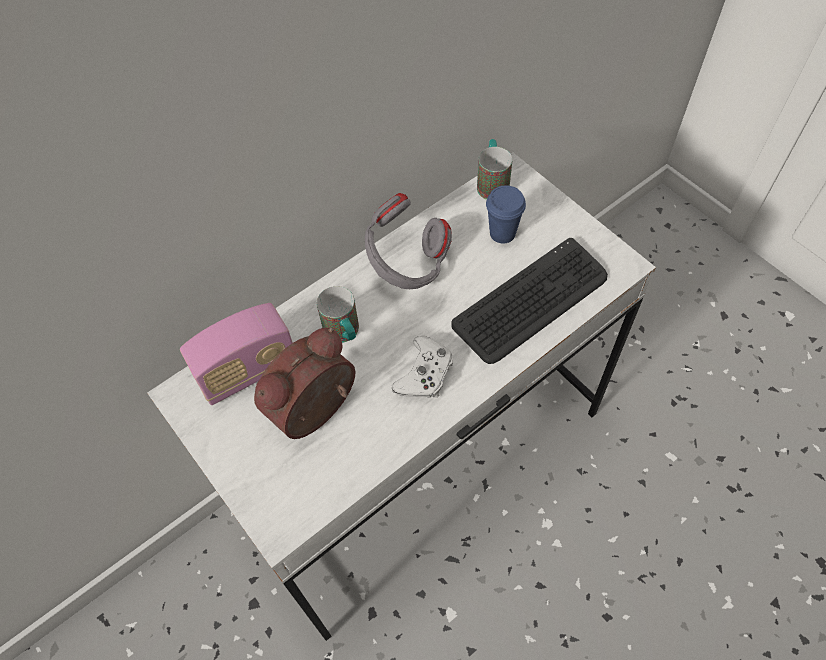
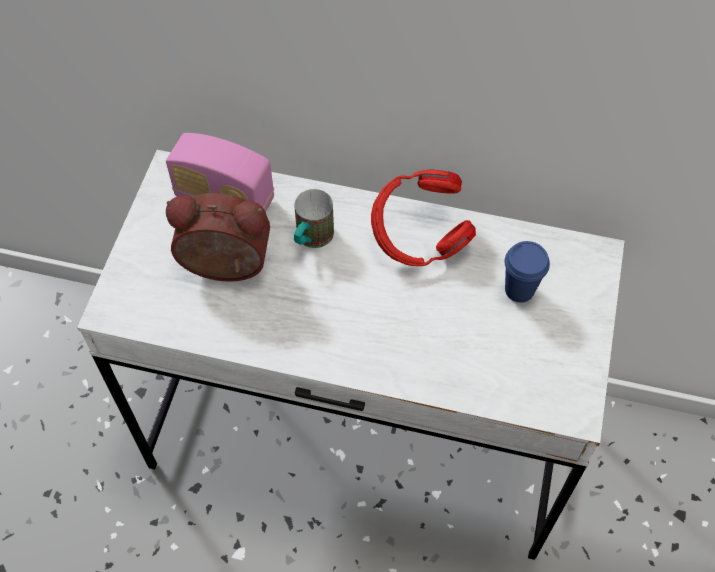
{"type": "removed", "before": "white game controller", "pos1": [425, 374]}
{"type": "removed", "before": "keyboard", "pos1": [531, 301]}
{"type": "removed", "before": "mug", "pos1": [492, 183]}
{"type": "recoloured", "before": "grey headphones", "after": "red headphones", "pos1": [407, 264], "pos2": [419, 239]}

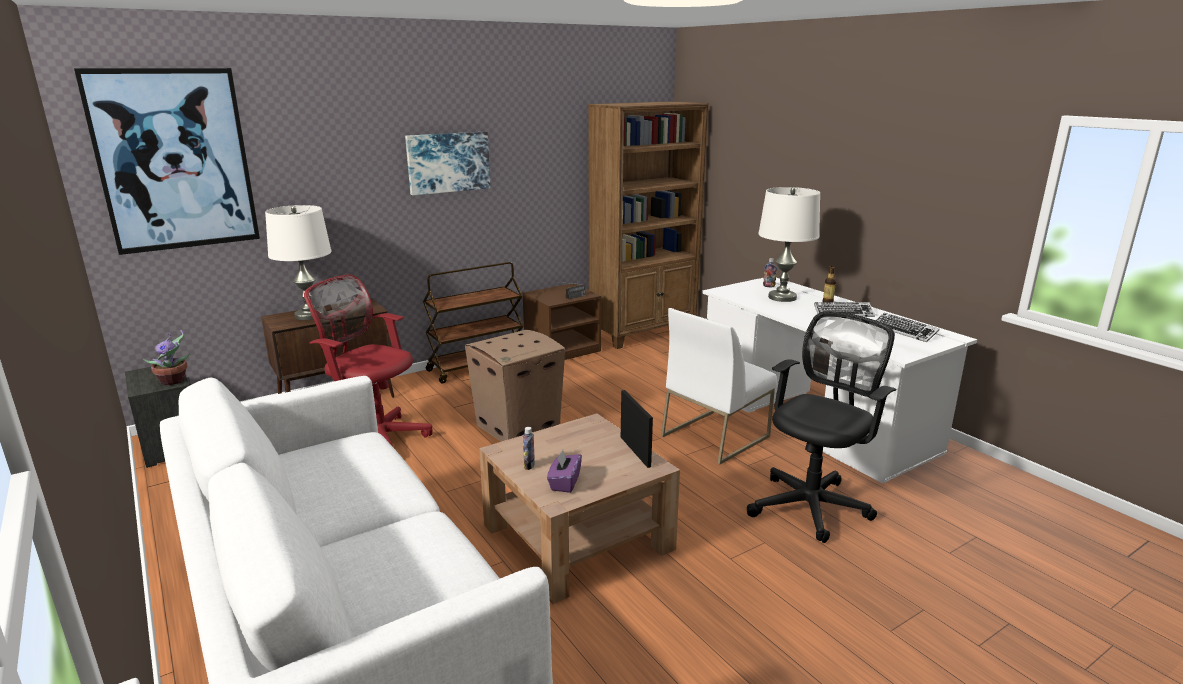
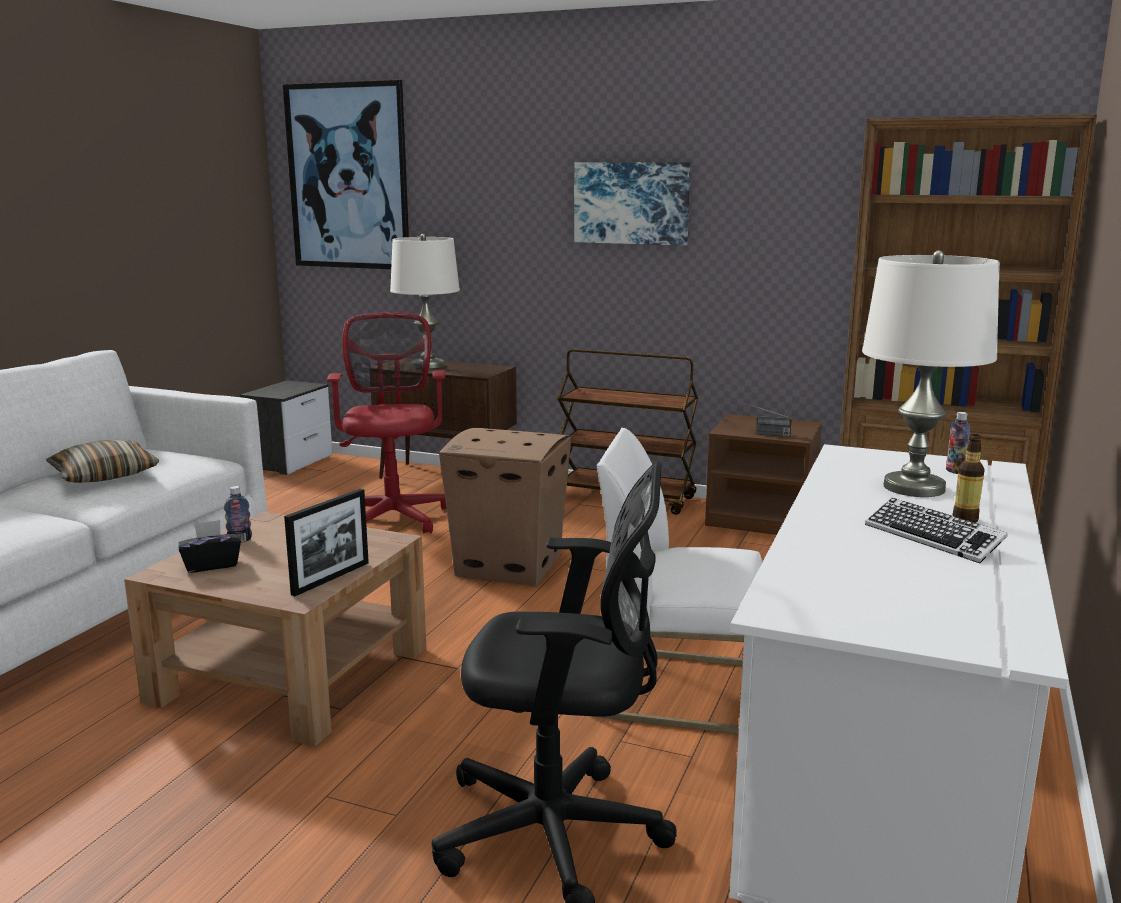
{"type": "removed", "before": "potted plant", "pos1": [174, 381]}
{"type": "removed", "before": "keyboard", "pos1": [904, 331]}
{"type": "added", "after": "pillow", "pos2": [104, 475]}
{"type": "recoloured", "before": "purple tissue box", "after": "black tissue box", "pos1": [564, 483], "pos2": [211, 565]}

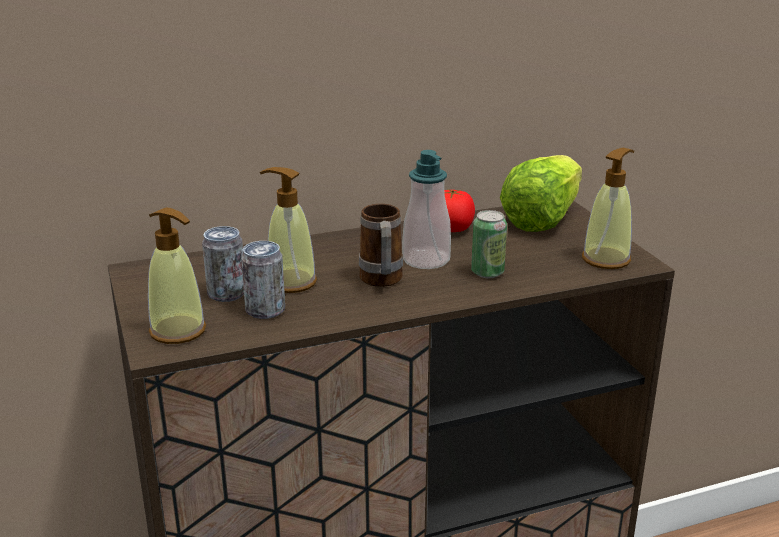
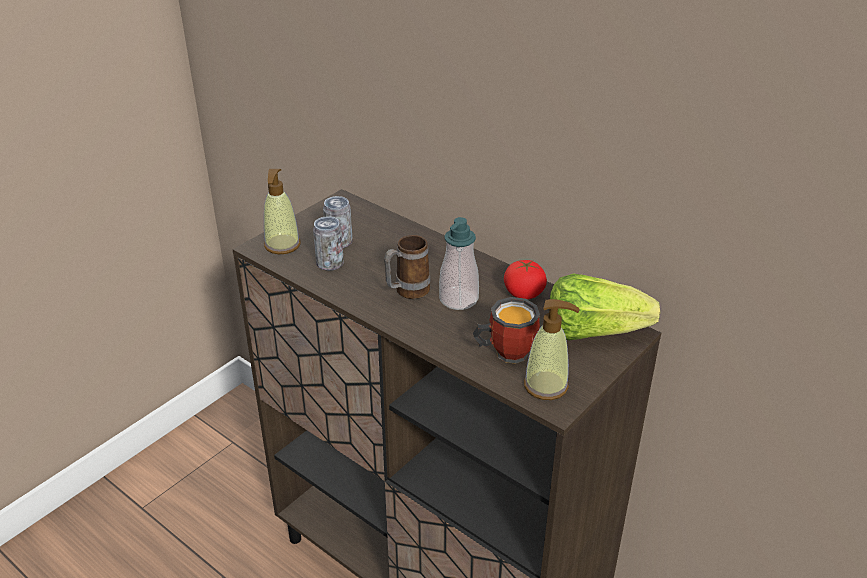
{"type": "removed", "before": "soap dispenser", "pos1": [291, 282]}
{"type": "removed", "before": "can", "pos1": [487, 272]}
{"type": "added", "after": "mug", "pos2": [505, 351]}

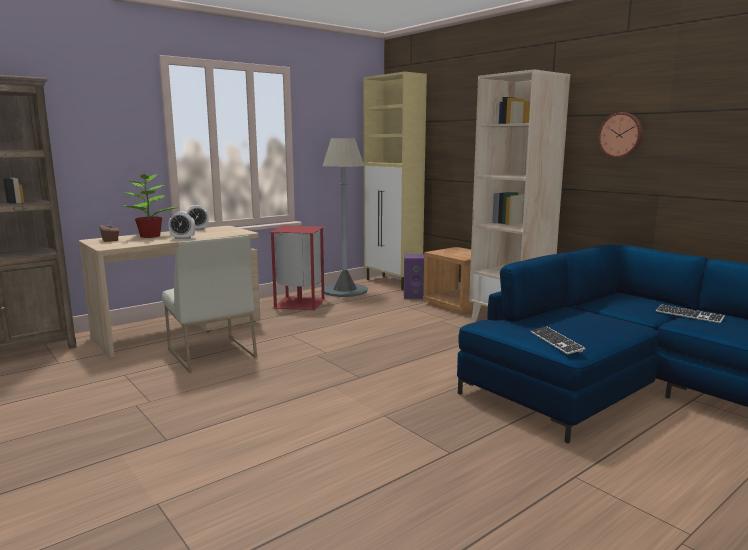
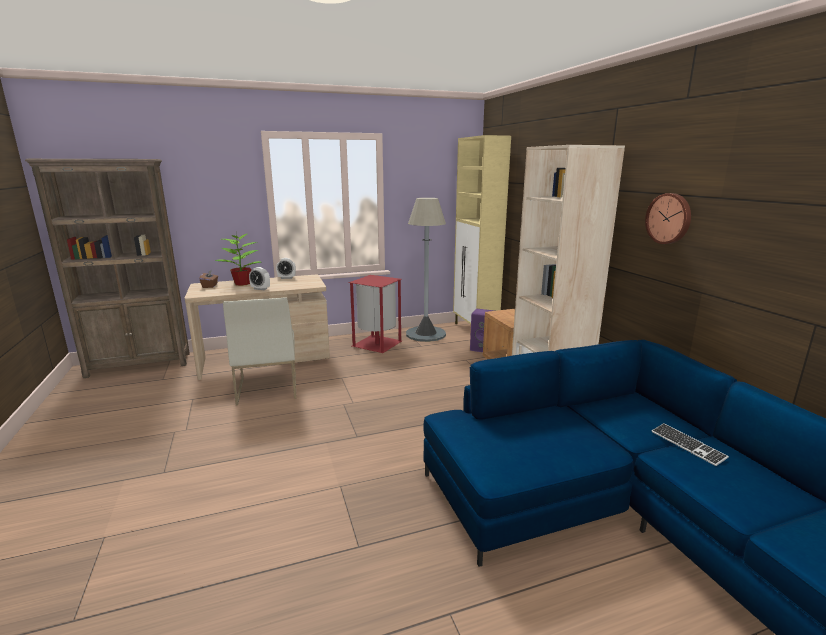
{"type": "removed", "before": "keyboard", "pos1": [556, 342]}

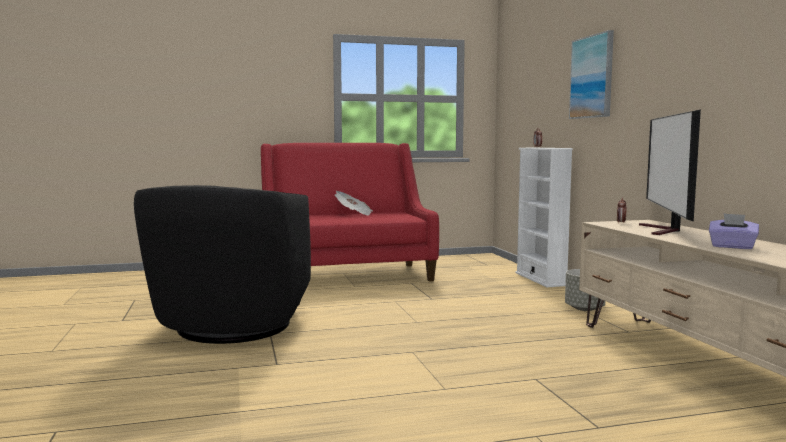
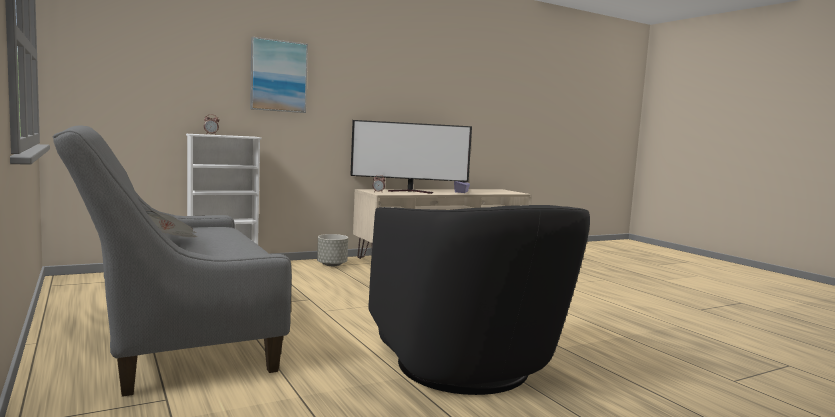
{"type": "recoloured", "before": "red sofa", "after": "grey sofa", "pos1": [347, 275], "pos2": [168, 338]}
{"type": "turned", "before": "black armchair", "pos1": [232, 327], "pos2": [464, 368], "turn": 75}

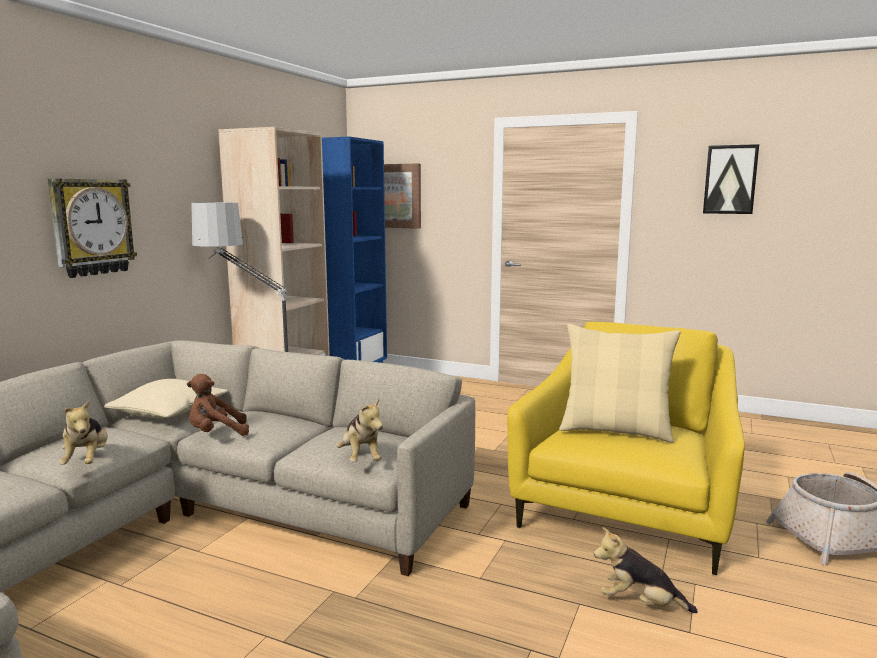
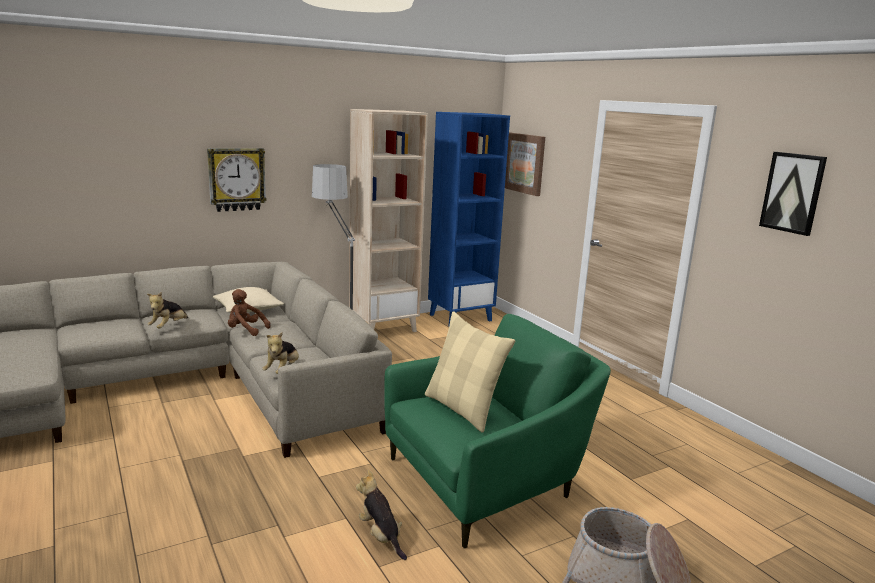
{"type": "recoloured", "before": "yellow armchair", "after": "green armchair", "pos1": [627, 510], "pos2": [487, 482]}

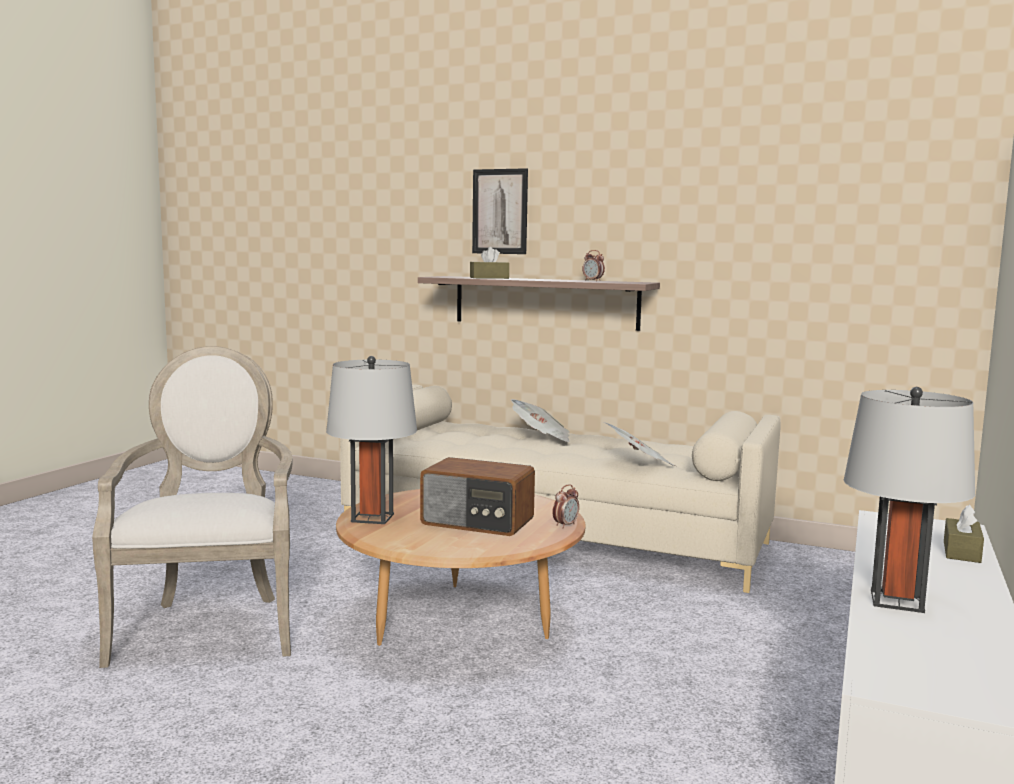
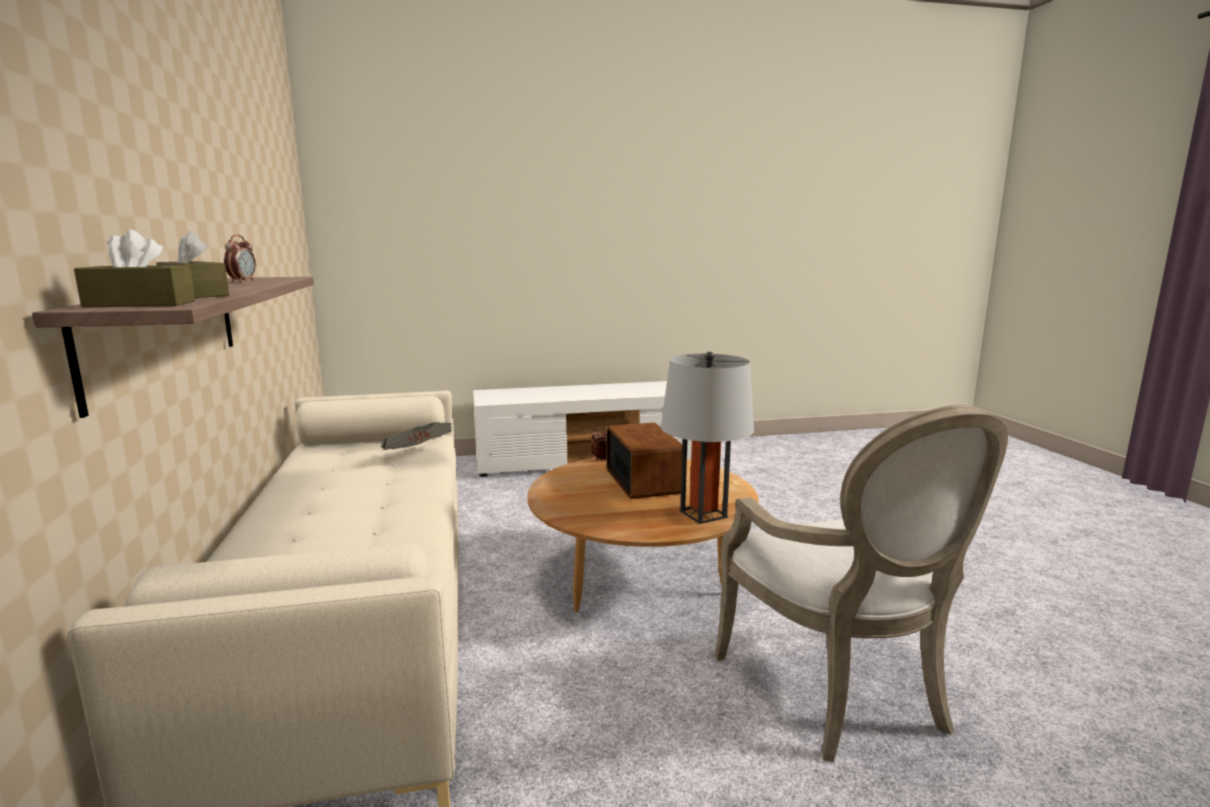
{"type": "removed", "before": "picture", "pos1": [500, 211]}
{"type": "removed", "before": "newspaper", "pos1": [541, 437]}
{"type": "removed", "before": "grey table lamp", "pos1": [896, 601]}
{"type": "moved", "before": "brown tissue box", "pos1": [961, 551], "pos2": [140, 304]}
{"type": "turned", "before": "armchair", "pos1": [210, 626], "pos2": [842, 694], "turn": -60}

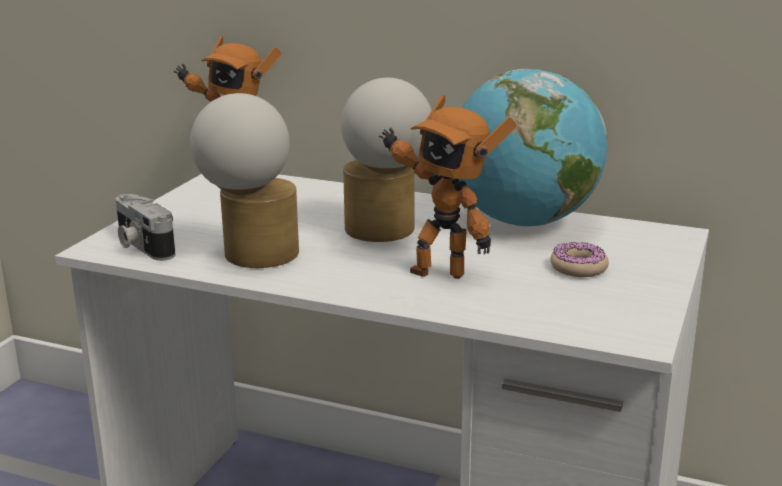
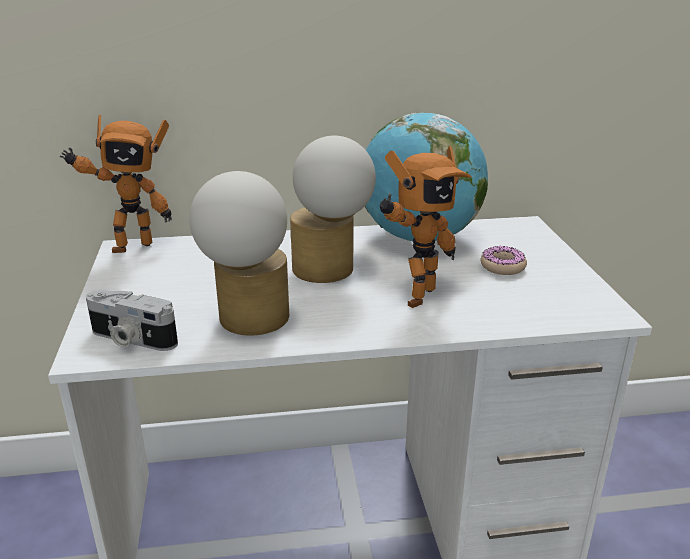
{"type": "turned", "before": "toy robot", "pos1": [439, 271], "pos2": [415, 296], "turn": -45}

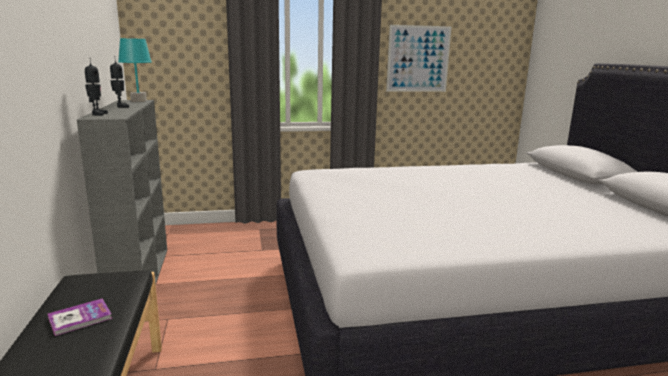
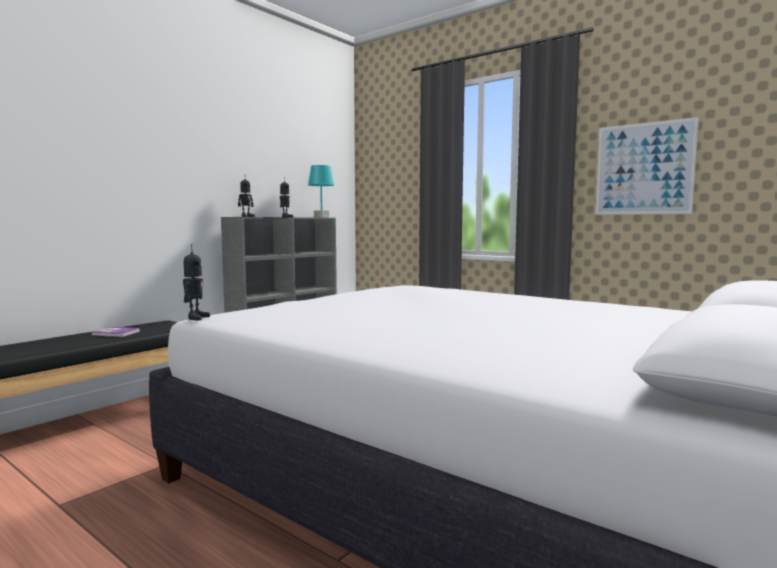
{"type": "added", "after": "toy robot", "pos2": [195, 318]}

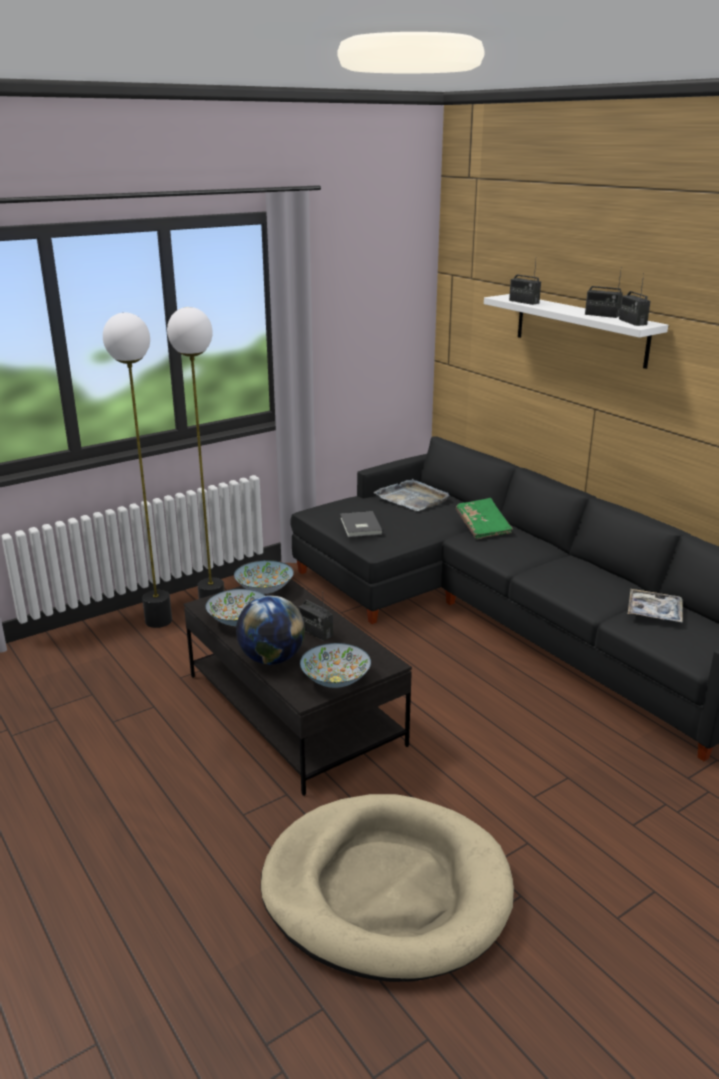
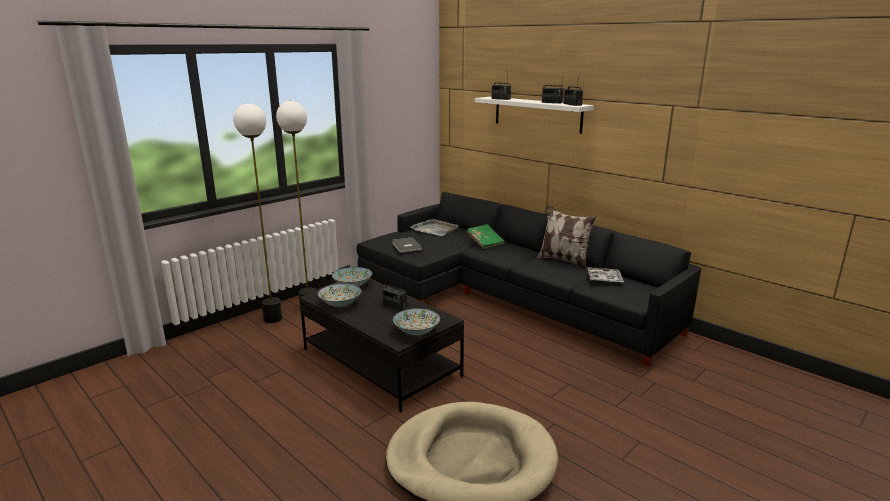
{"type": "removed", "before": "globe", "pos1": [271, 658]}
{"type": "added", "after": "pillow", "pos2": [563, 260]}

